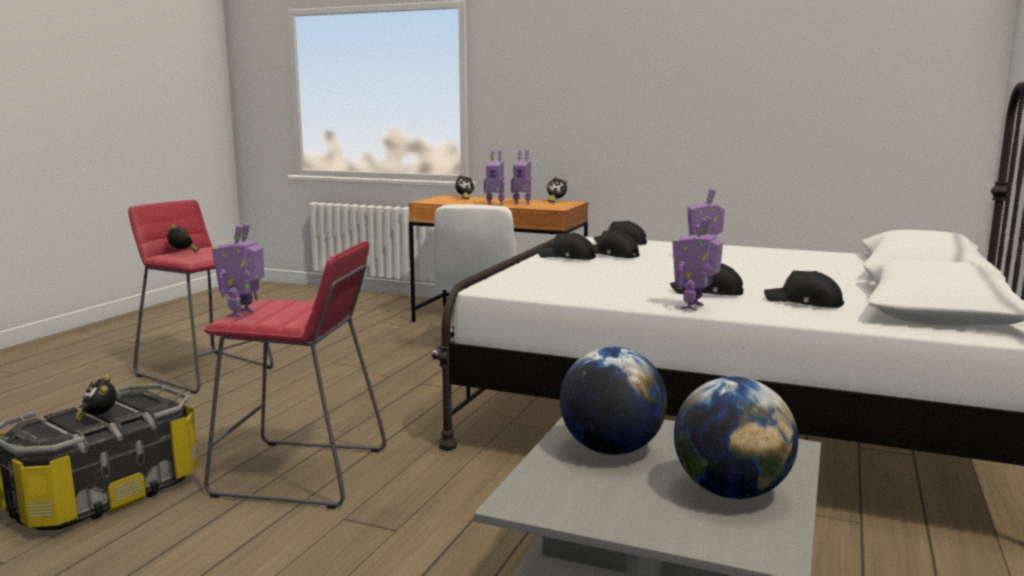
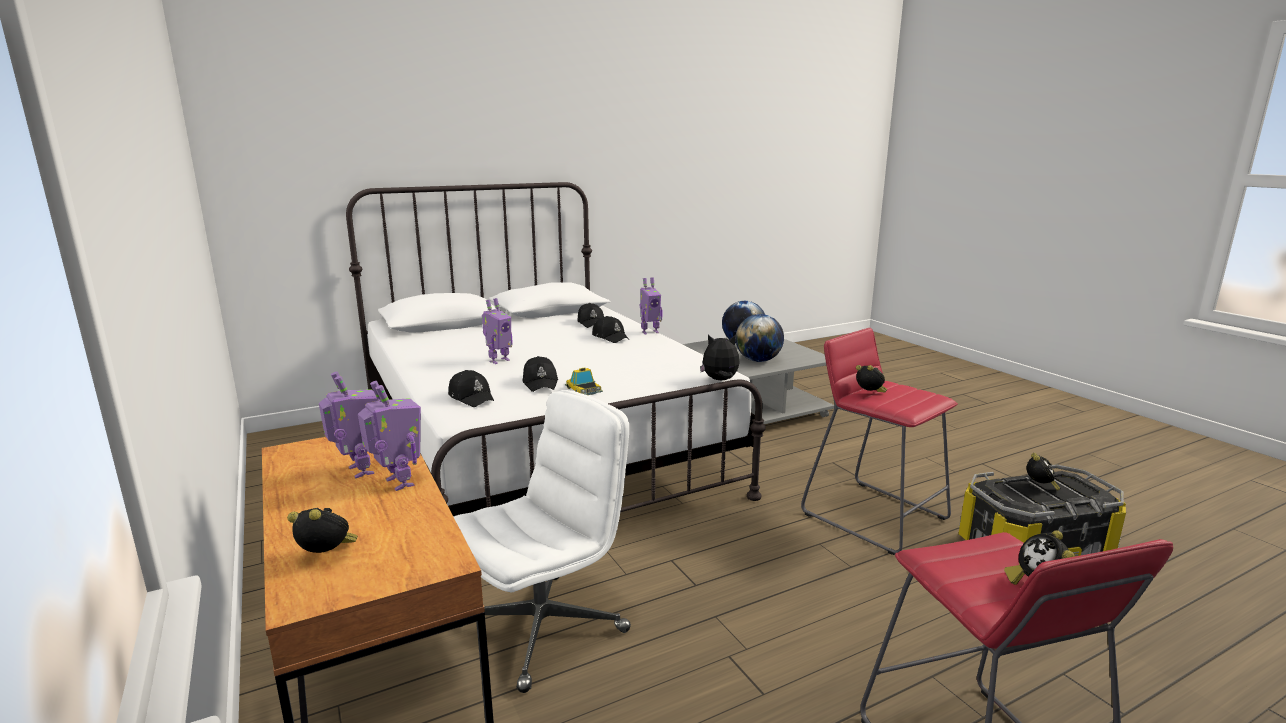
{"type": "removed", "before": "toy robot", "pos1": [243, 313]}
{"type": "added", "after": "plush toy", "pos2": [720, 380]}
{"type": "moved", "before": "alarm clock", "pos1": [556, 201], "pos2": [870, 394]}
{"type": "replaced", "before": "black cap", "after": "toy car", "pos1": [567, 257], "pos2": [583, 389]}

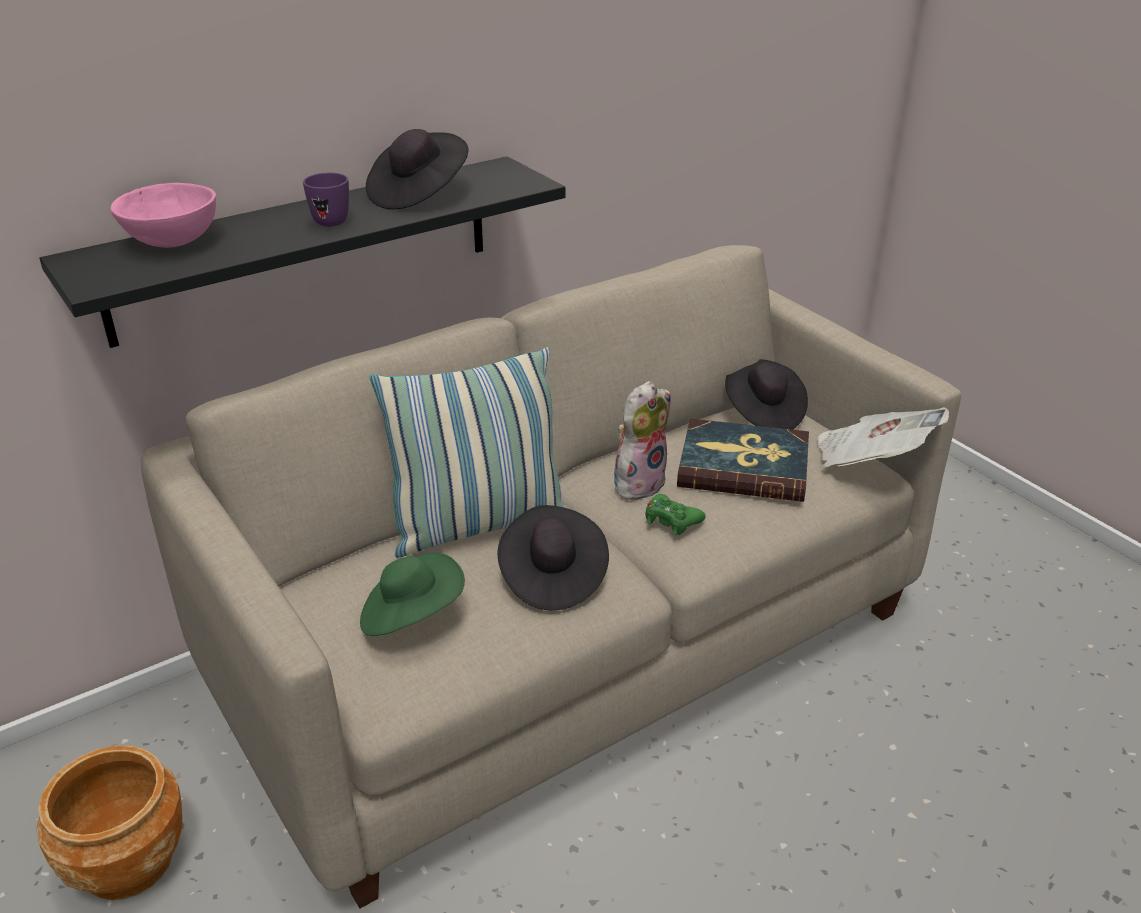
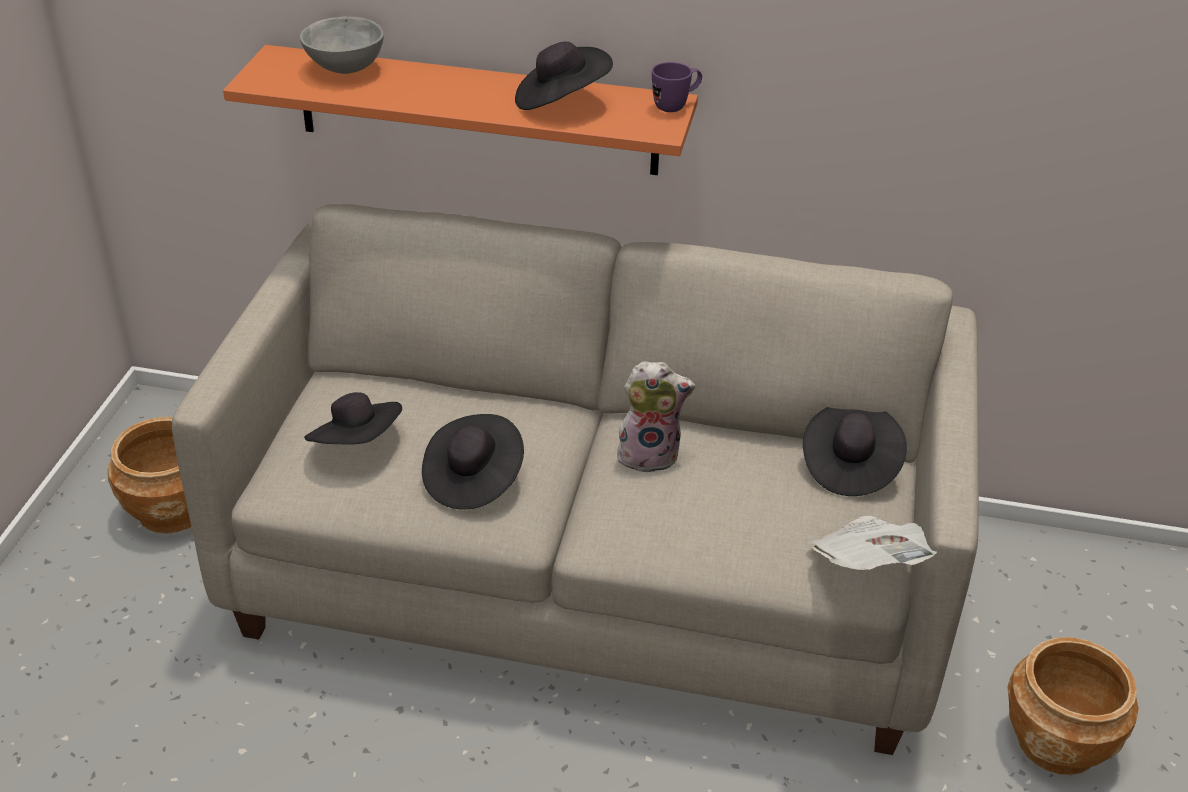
{"type": "removed", "before": "pillow", "pos1": [478, 525]}
{"type": "removed", "before": "green game controller", "pos1": [671, 520]}
{"type": "removed", "before": "book", "pos1": [743, 466]}
{"type": "added", "after": "brown planter", "pos2": [1056, 741]}
{"type": "moved", "before": "purple mug", "pos1": [334, 220], "pos2": [676, 106]}
{"type": "recoloured", "before": "black shelf", "after": "orange shelf", "pos1": [304, 248], "pos2": [477, 110]}
{"type": "recoloured", "before": "pink bowl", "after": "grey bowl", "pos1": [172, 243], "pos2": [344, 69]}
{"type": "recoloured", "before": "green hat", "after": "black hat", "pos1": [411, 616], "pos2": [357, 443]}

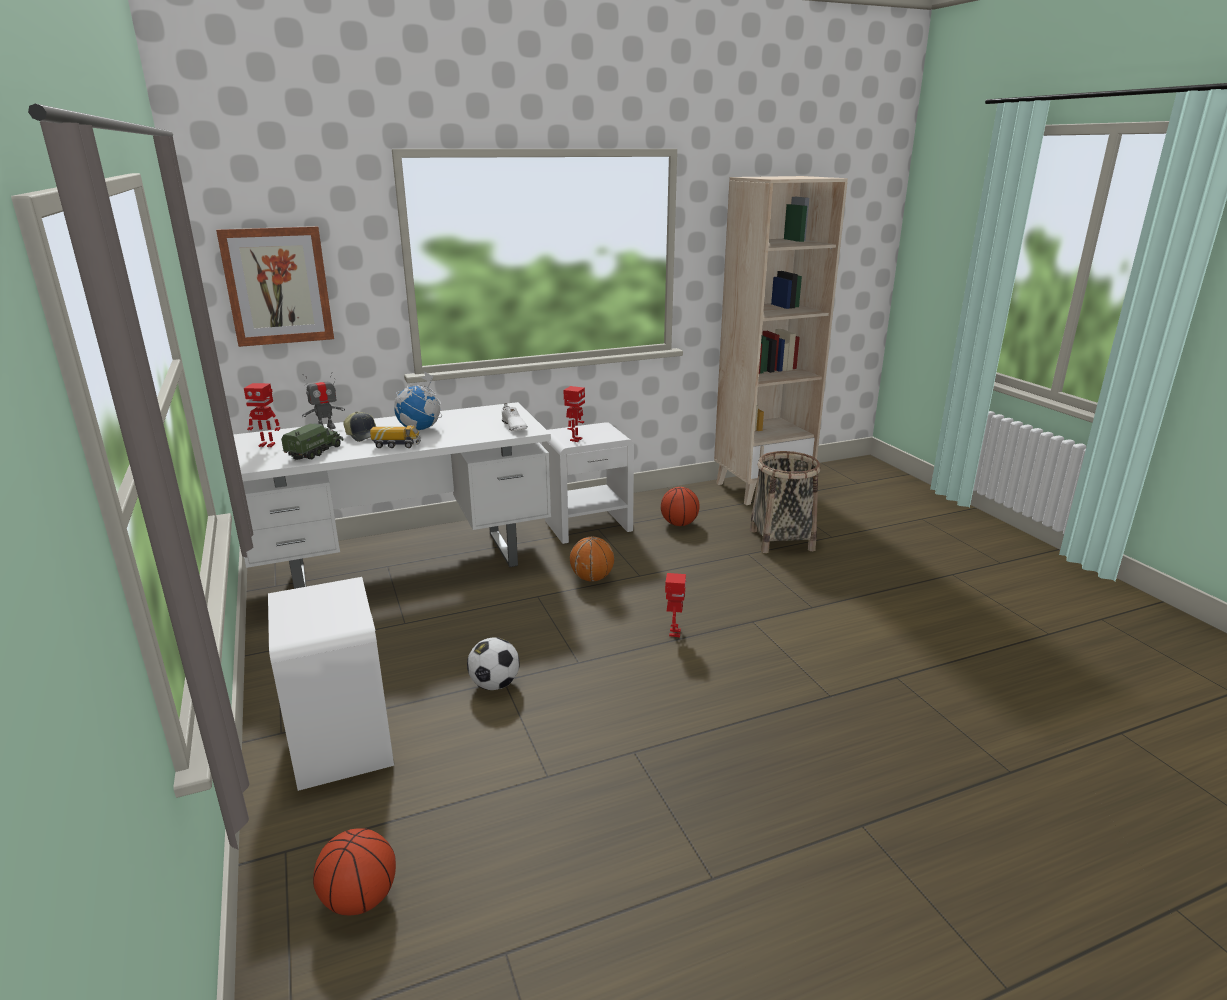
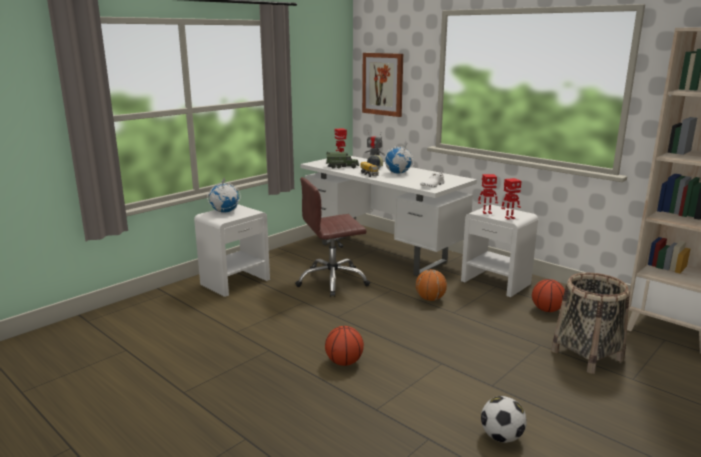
{"type": "added", "after": "globe", "pos2": [224, 212]}
{"type": "added", "after": "brown office chair", "pos2": [332, 281]}
{"type": "moved", "before": "basketball", "pos1": [360, 899], "pos2": [344, 362]}
{"type": "moved", "before": "football", "pos1": [495, 684], "pos2": [501, 437]}
{"type": "moved", "before": "toy robot", "pos1": [674, 633], "pos2": [509, 218]}

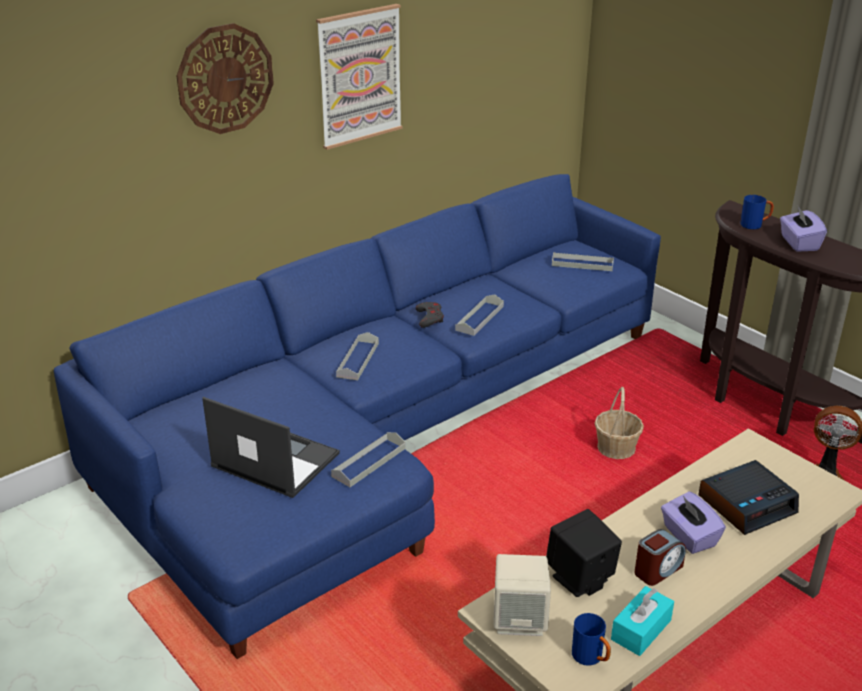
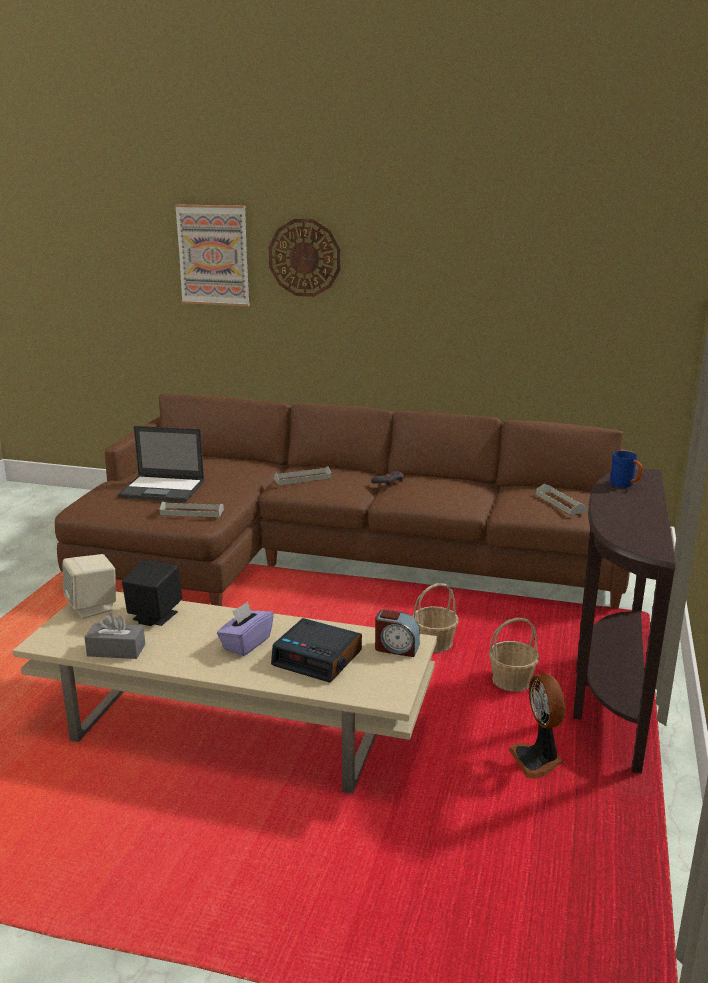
{"type": "removed", "before": "grey tray", "pos1": [479, 318]}
{"type": "removed", "before": "blue mug", "pos1": [591, 658]}
{"type": "removed", "before": "purple tissue box", "pos1": [798, 243]}
{"type": "added", "after": "basket", "pos2": [512, 682]}
{"type": "moved", "before": "picture", "pos1": [359, 76], "pos2": [213, 255]}
{"type": "moved", "before": "alarm clock", "pos1": [657, 570], "pos2": [396, 648]}
{"type": "recoloured", "before": "blue sofa", "after": "brown sofa", "pos1": [381, 431], "pos2": [332, 556]}
{"type": "recoloured", "before": "turquoise tissue box", "after": "grey tissue box", "pos1": [641, 630], "pos2": [116, 650]}
{"type": "turned", "before": "laptop", "pos1": [274, 460], "pos2": [163, 489], "turn": 105}

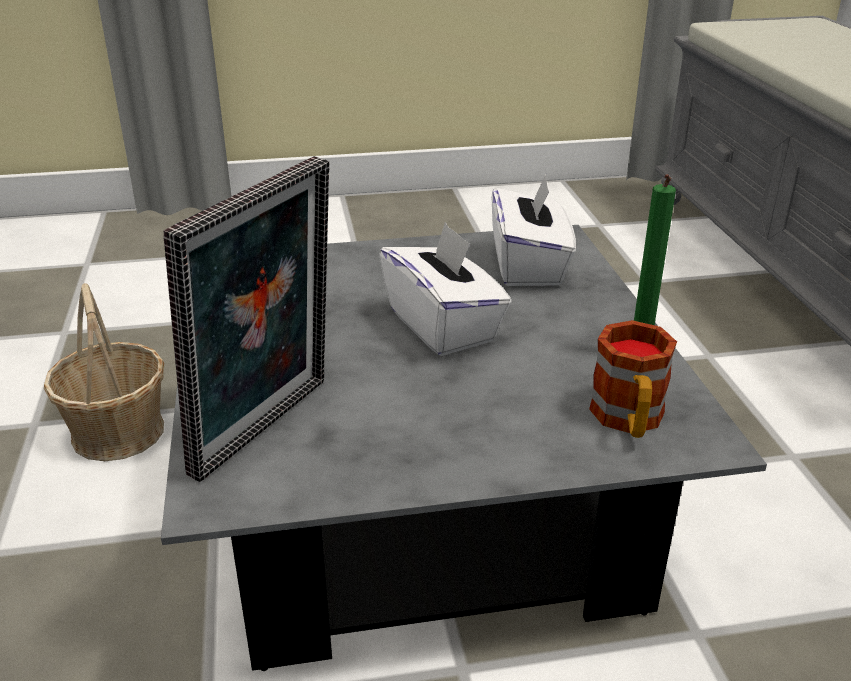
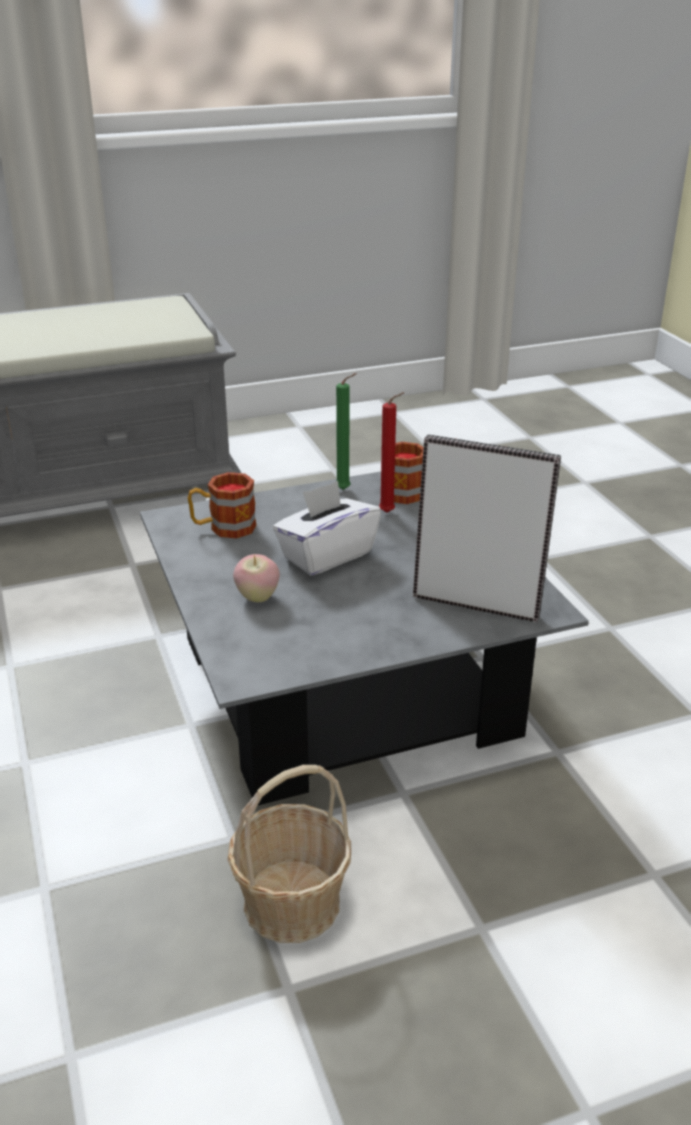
{"type": "added", "after": "apple", "pos2": [257, 597]}
{"type": "added", "after": "red candle", "pos2": [389, 513]}
{"type": "replaced", "before": "white tissue box", "after": "mug", "pos1": [529, 266], "pos2": [223, 528]}

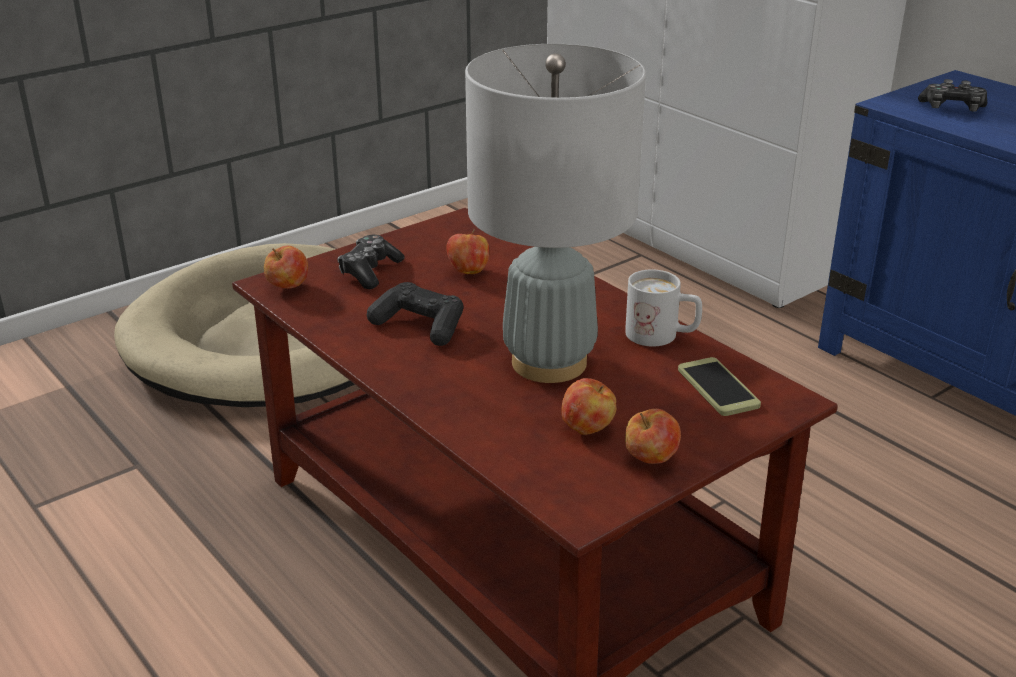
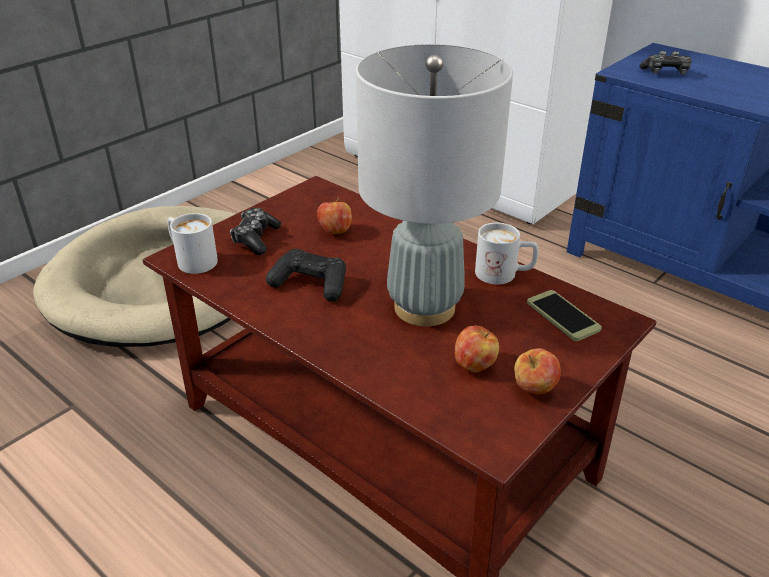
{"type": "replaced", "before": "apple", "after": "white mug", "pos1": [288, 287], "pos2": [191, 259]}

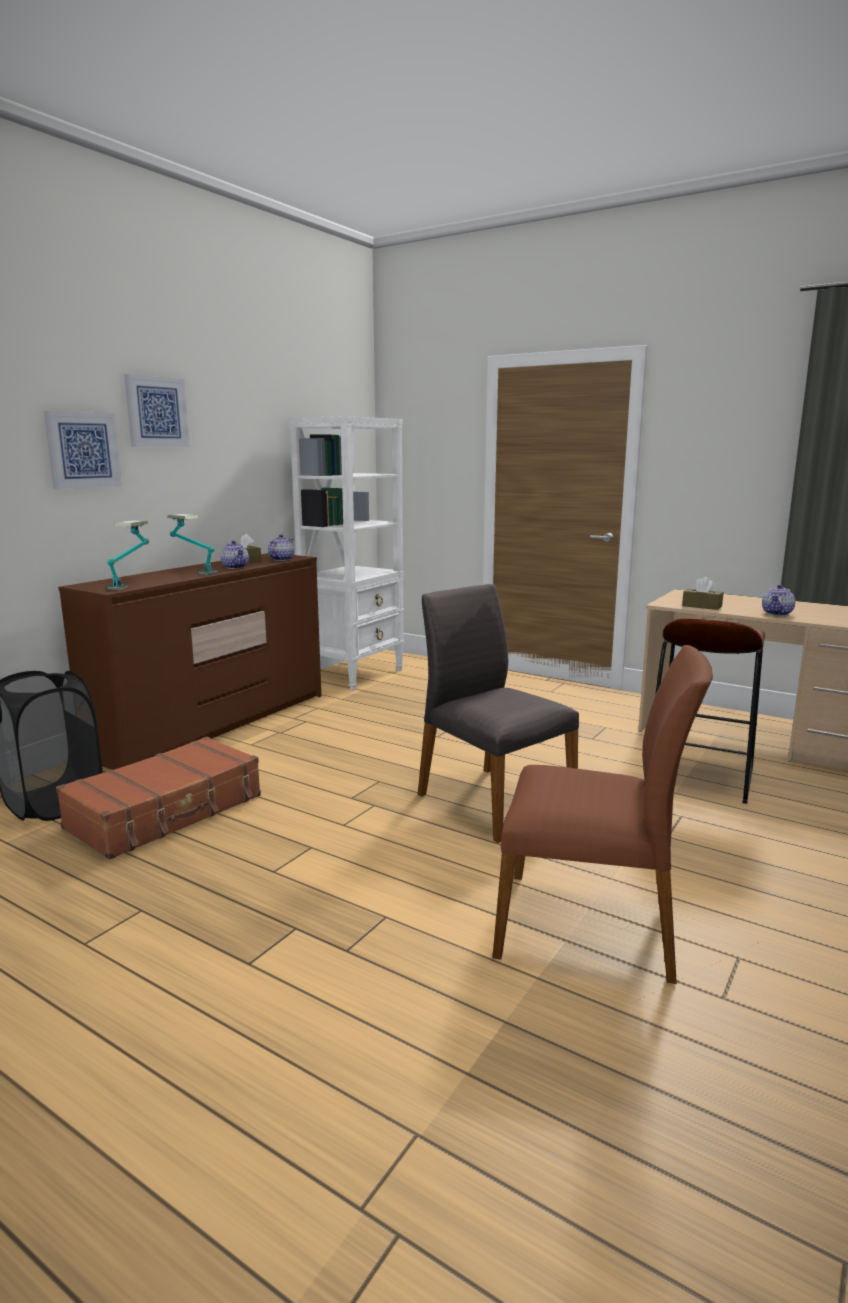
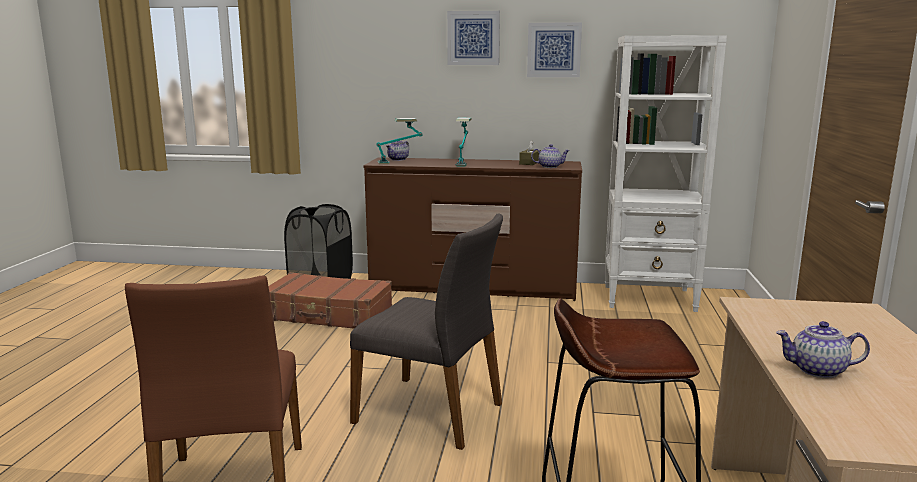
{"type": "removed", "before": "brown tissue box", "pos1": [702, 606]}
{"type": "moved", "before": "picture", "pos1": [83, 450], "pos2": [554, 50]}
{"type": "moved", "before": "teapot", "pos1": [235, 567], "pos2": [398, 159]}
{"type": "turned", "before": "grey chair", "pos1": [492, 800], "pos2": [431, 412], "turn": 90}

